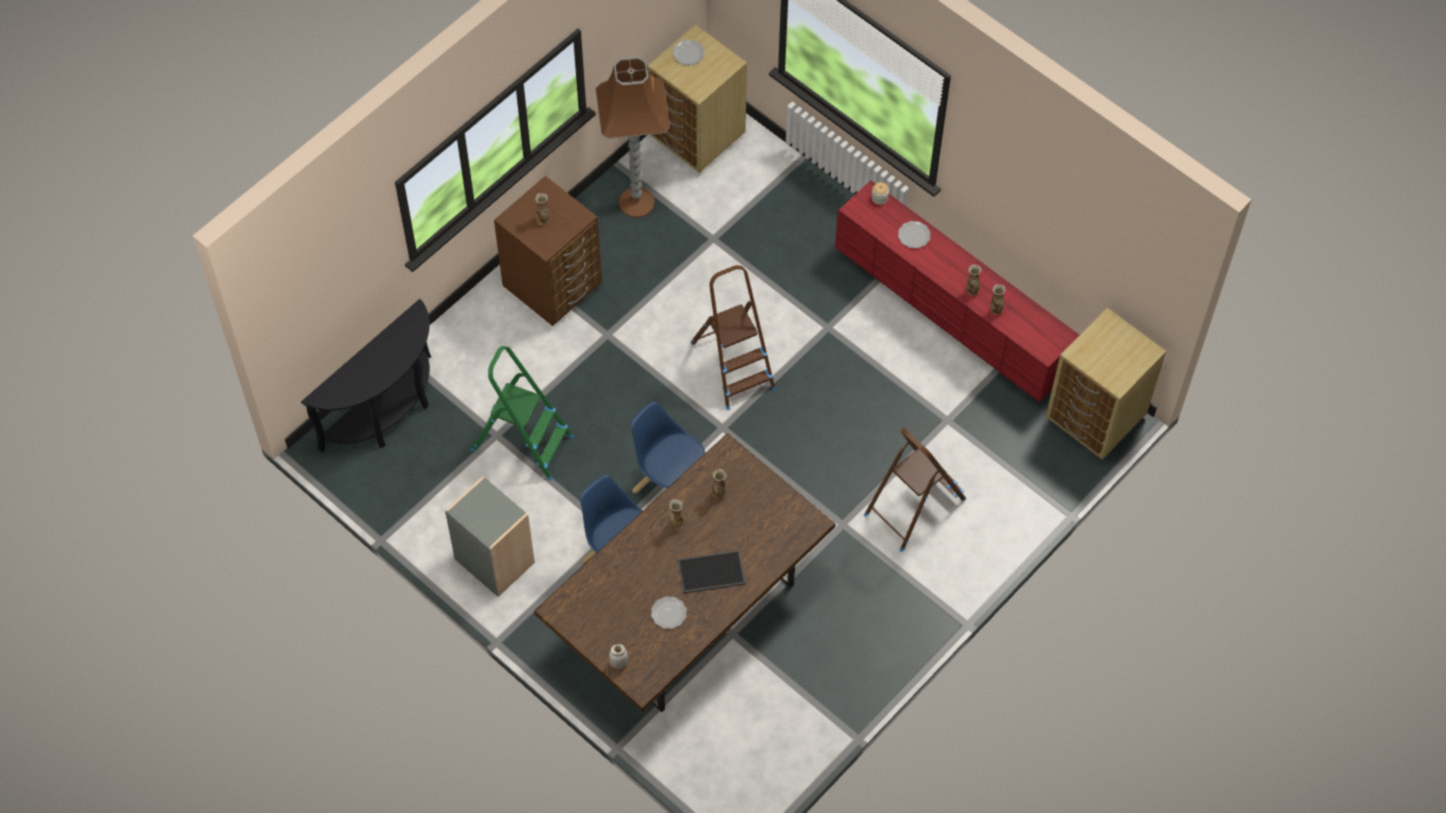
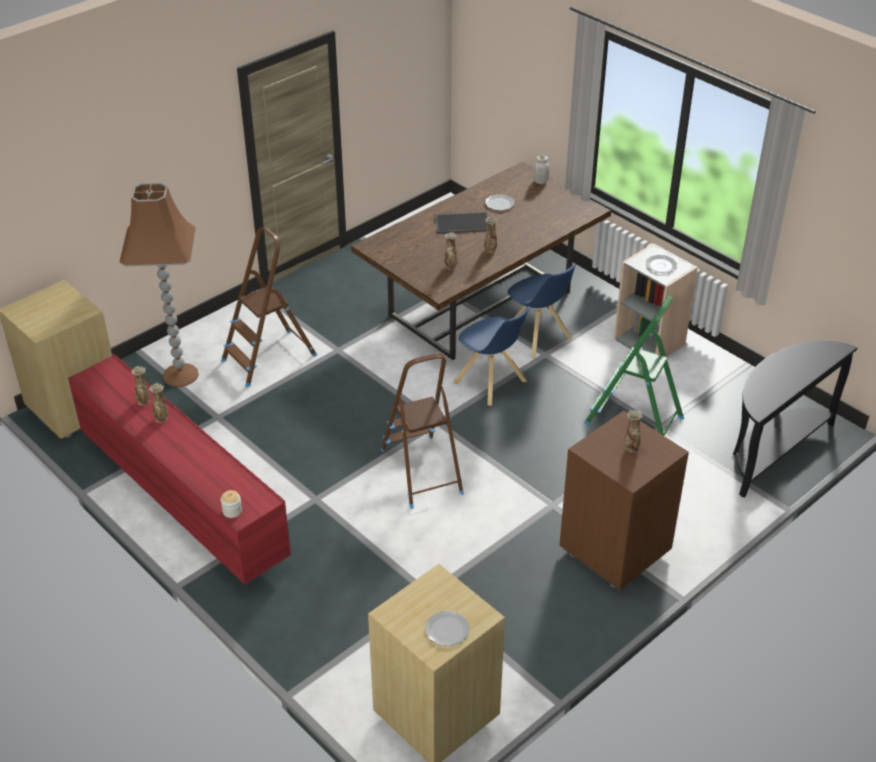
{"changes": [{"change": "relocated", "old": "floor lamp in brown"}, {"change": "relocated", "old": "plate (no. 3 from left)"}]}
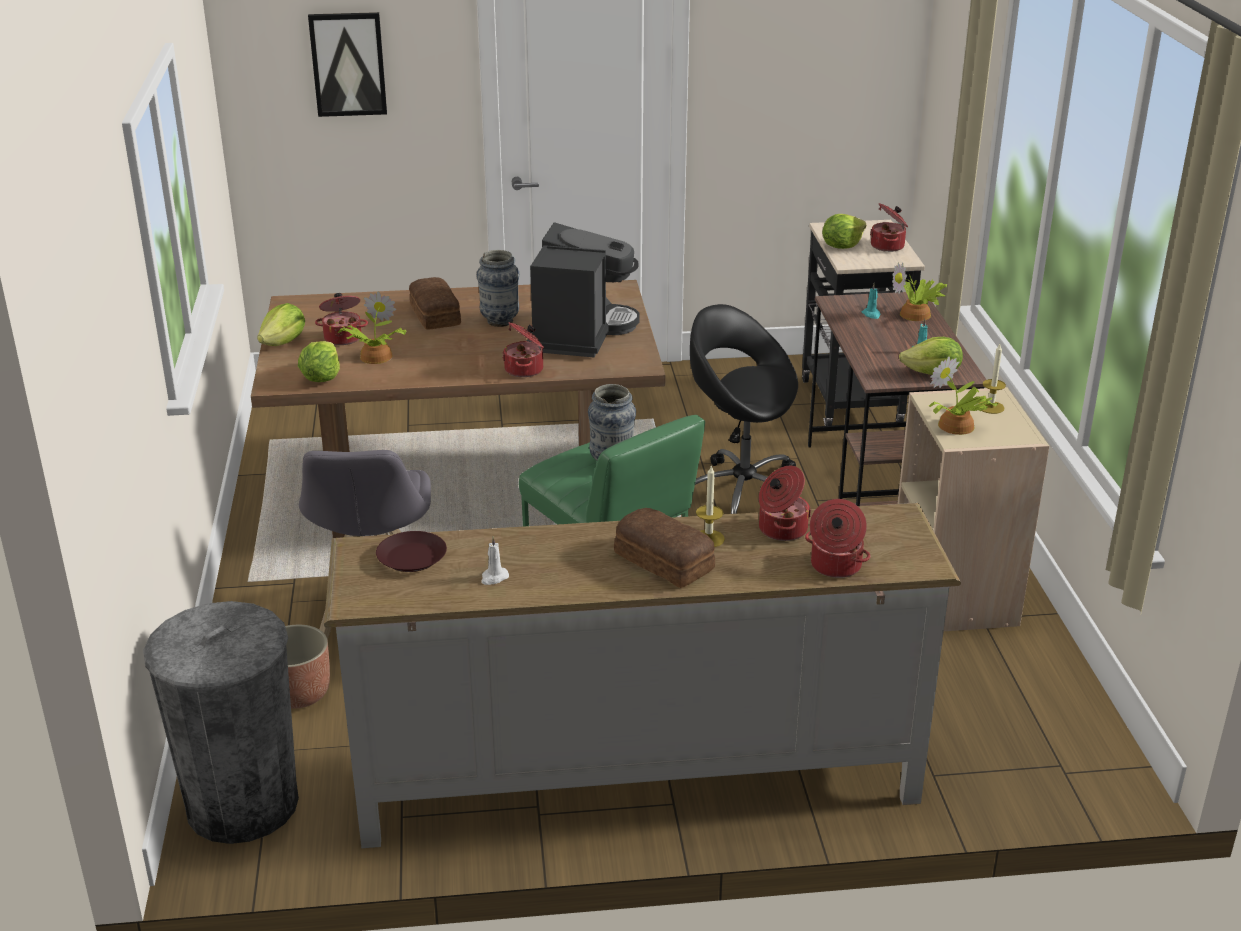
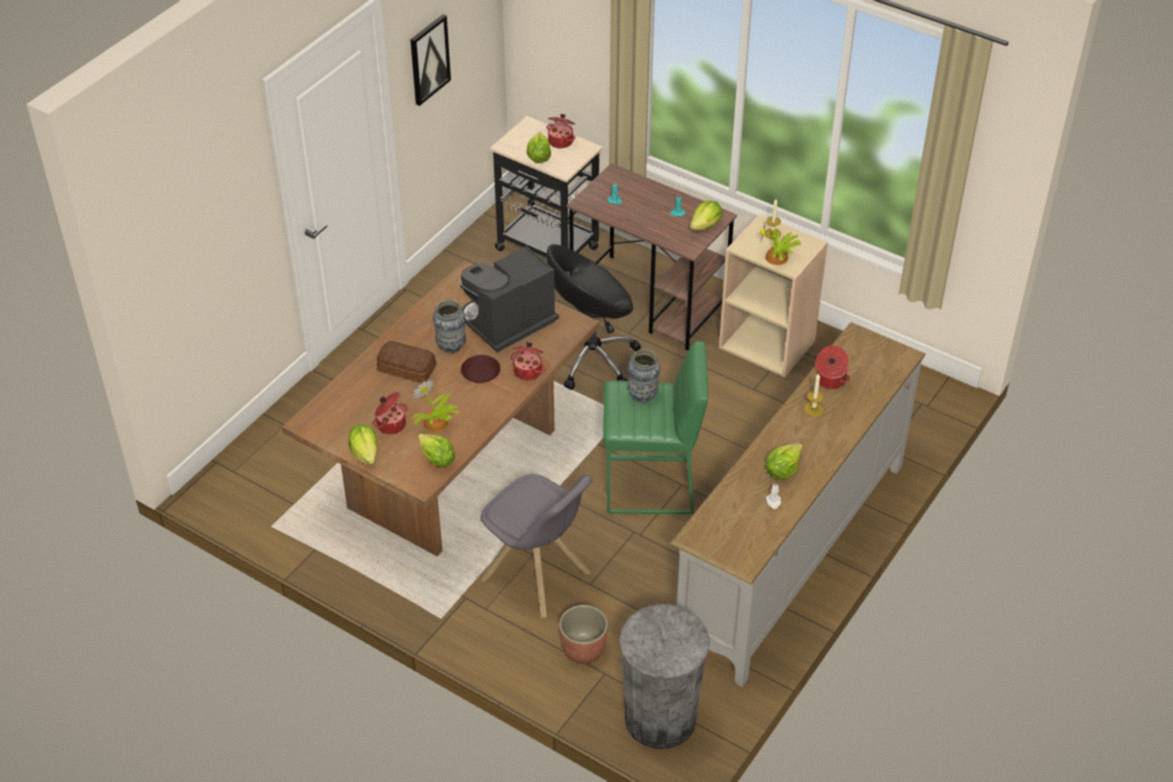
{"changes": [{"change": "relocated", "old": "picture"}, {"change": "spun", "old": "coffee machine", "degrees": -90}, {"change": "relocated", "old": "plate in brown"}, {"change": "appeared", "new": "lettuce (no. 5 from left)"}, {"change": "missing", "old": "bread (no. 2 from left)"}, {"change": "missing", "old": "cooking pot (no. 4 from left)"}, {"change": "missing", "old": "potted plant (no. 2 from left)"}]}
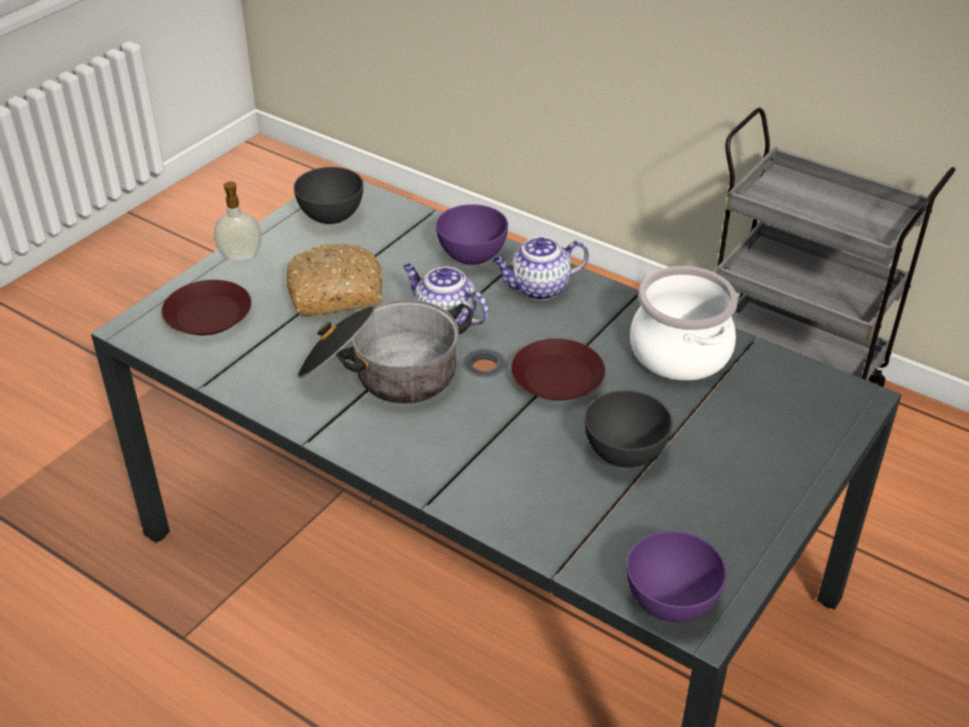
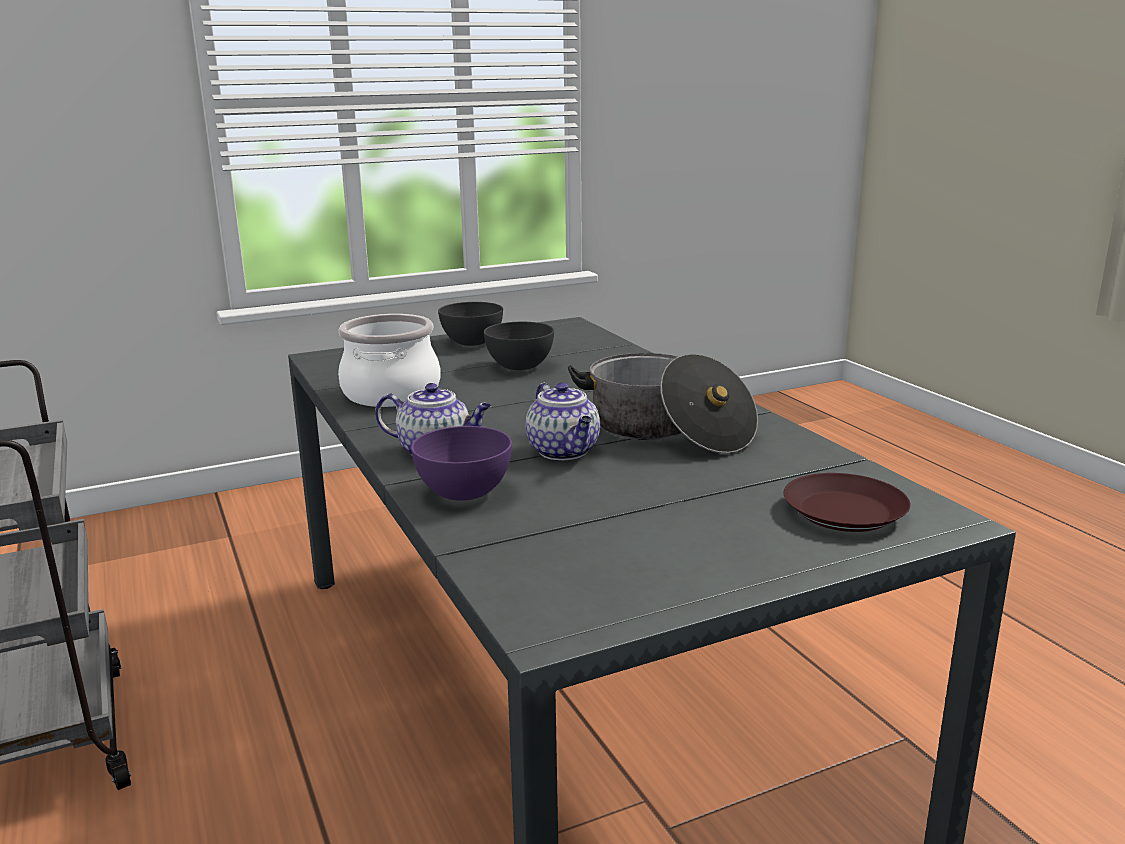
{"changes": [{"change": "relocated", "old": "bowl in grey (no. 1 from left)"}, {"change": "missing", "old": "soap dispenser"}, {"change": "missing", "old": "bread"}, {"change": "missing", "old": "plate in brown (no. 2 from left)"}, {"change": "missing", "old": "bowl in purple (no. 2 from left)"}]}
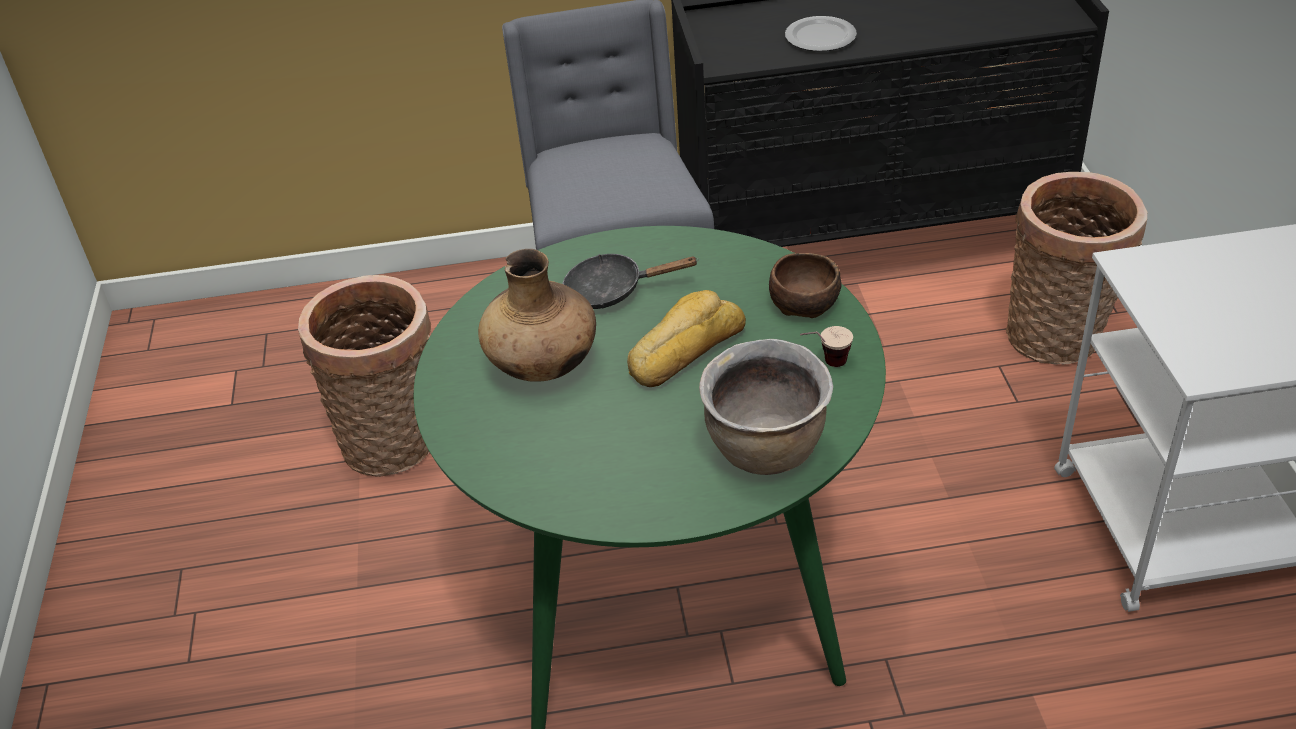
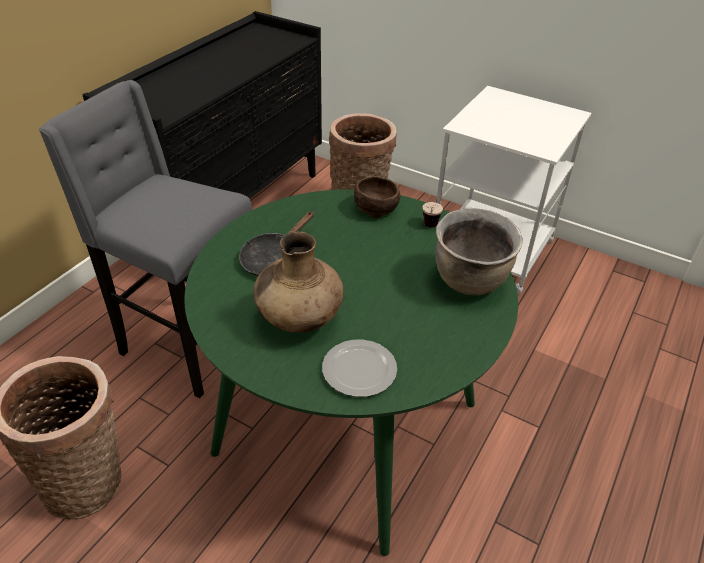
{"changes": [{"change": "relocated", "old": "plate"}, {"change": "missing", "old": "bread"}]}
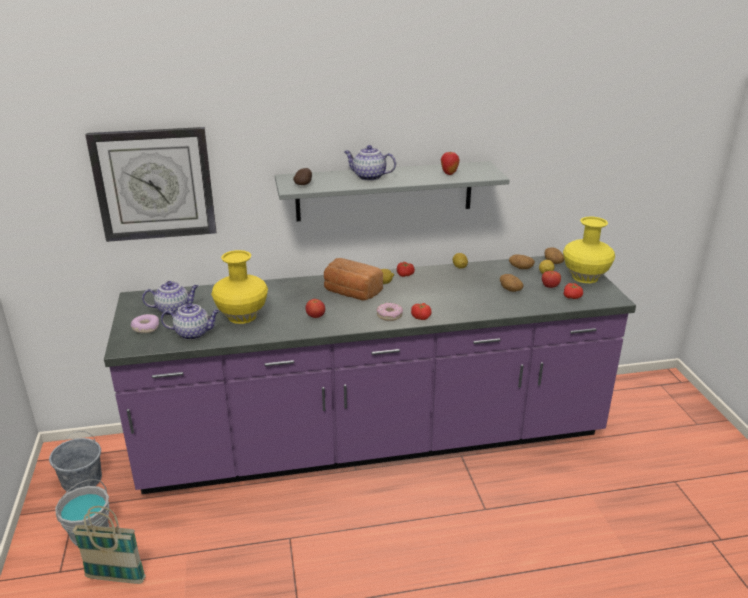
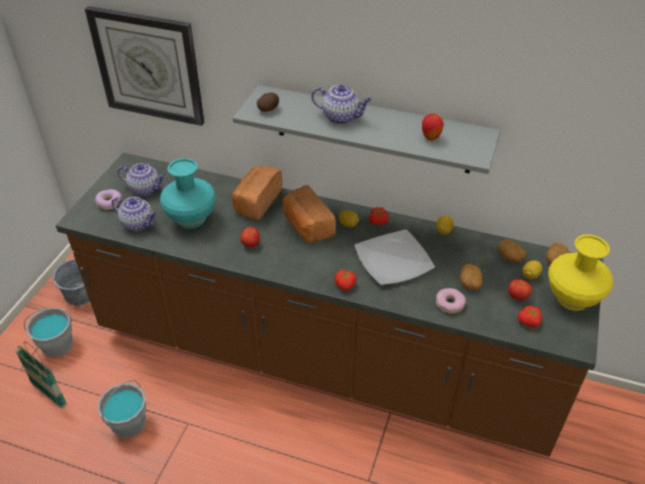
{"changes": [{"change": "colour", "old": "counter in purple", "new": "counter in brown"}, {"change": "appeared", "new": "bucket in grey (no. 3 from left)"}, {"change": "colour", "old": "vase in yellow (no. 1 from left)", "new": "vase in turquoise"}, {"change": "appeared", "new": "bread (no. 1 from left)"}, {"change": "spun", "old": "teapot (no. 3 from left)", "degrees": 150}, {"change": "appeared", "new": "plate"}, {"change": "relocated", "old": "donut (no. 2 from left)"}]}
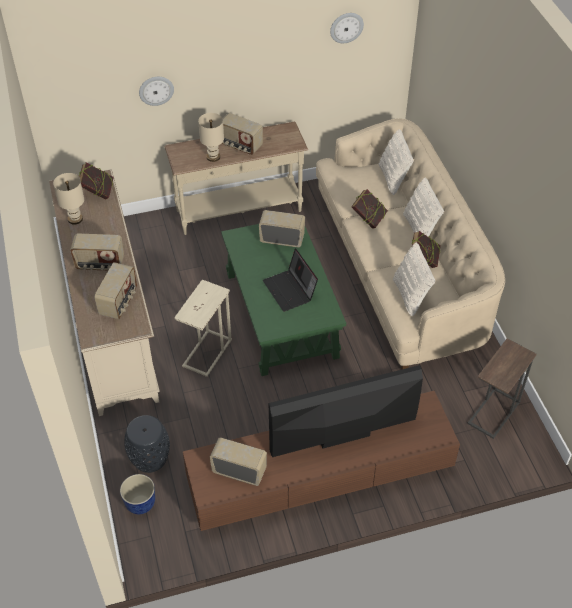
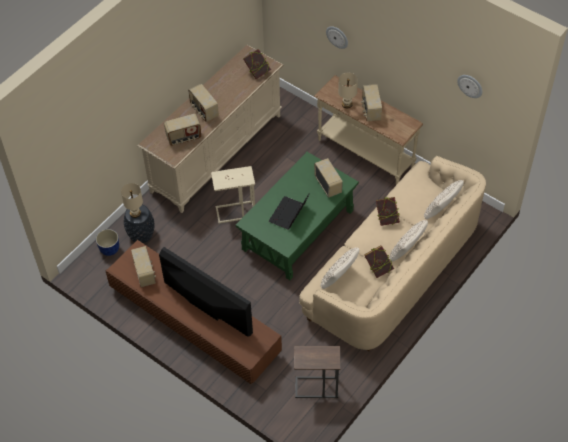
{"changes": [{"change": "relocated", "old": "table lamp in beige (no. 1 from left)"}]}
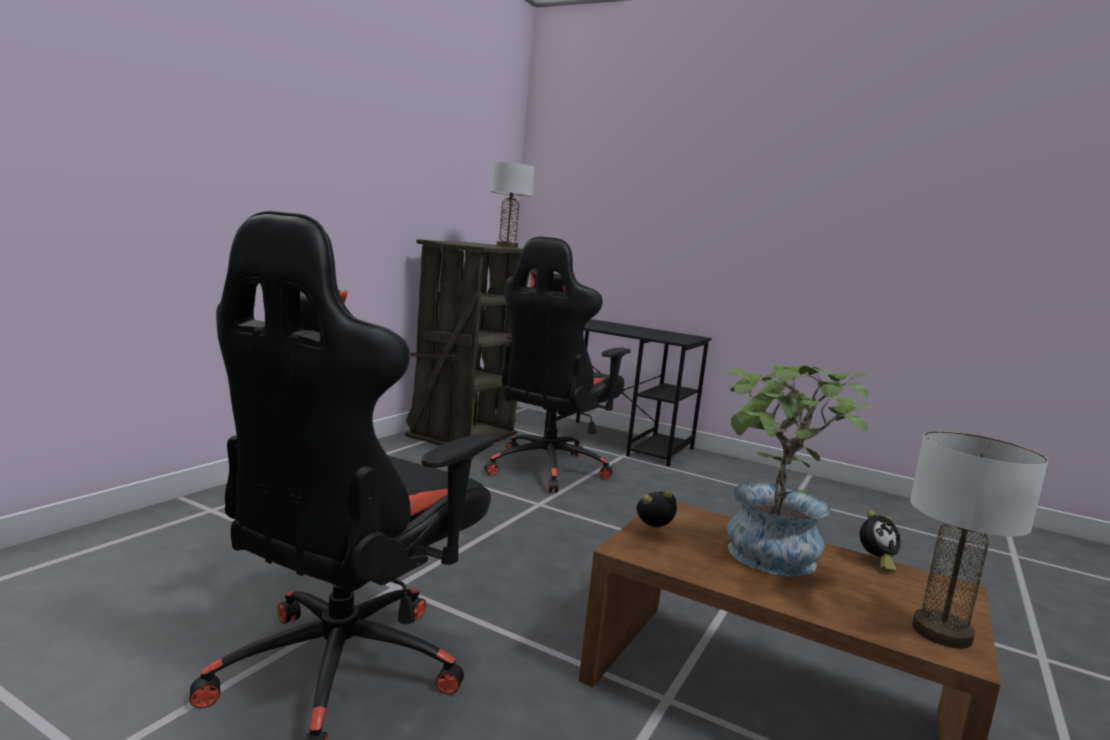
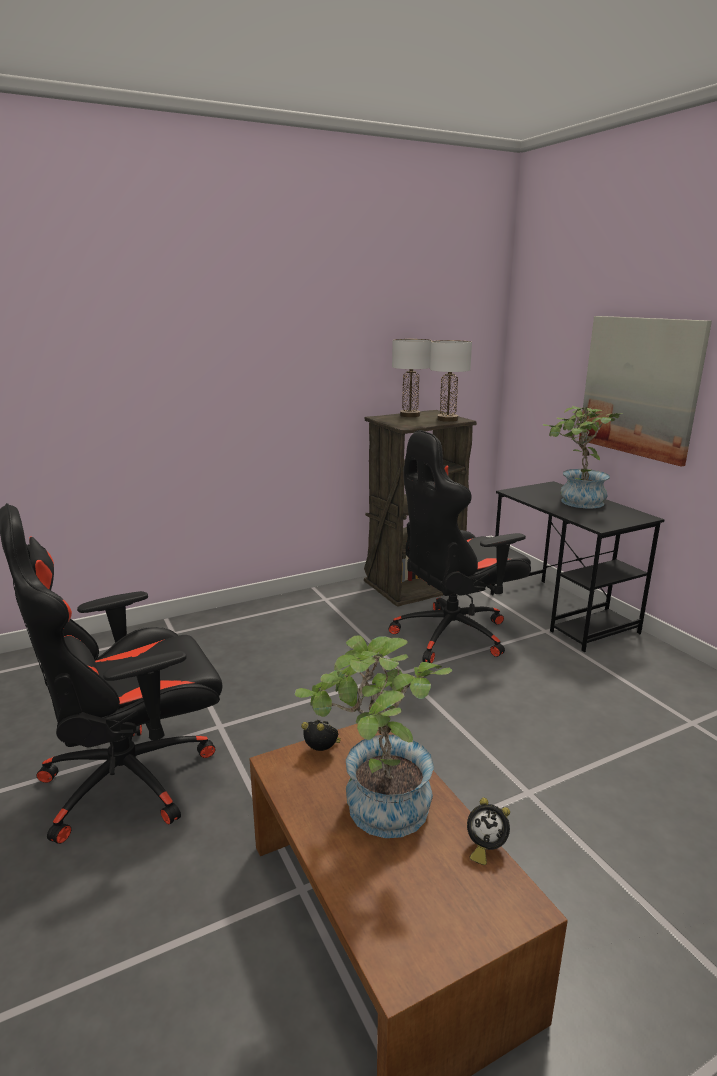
{"changes": [{"change": "relocated", "old": "table lamp (no. 2 from left in the first image)", "new": "table lamp (no. 1 from left)"}, {"change": "appeared", "new": "potted plant (no. 2 from left)"}, {"change": "appeared", "new": "picture"}]}
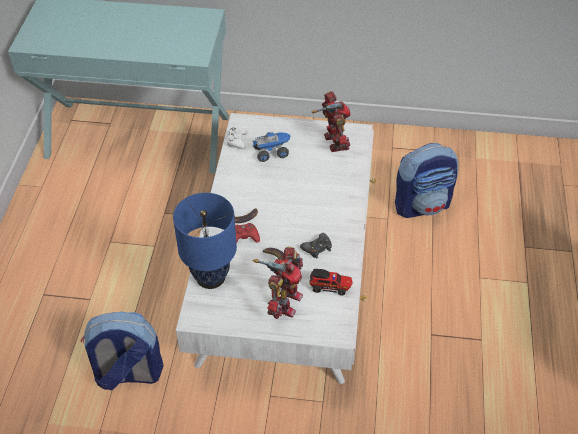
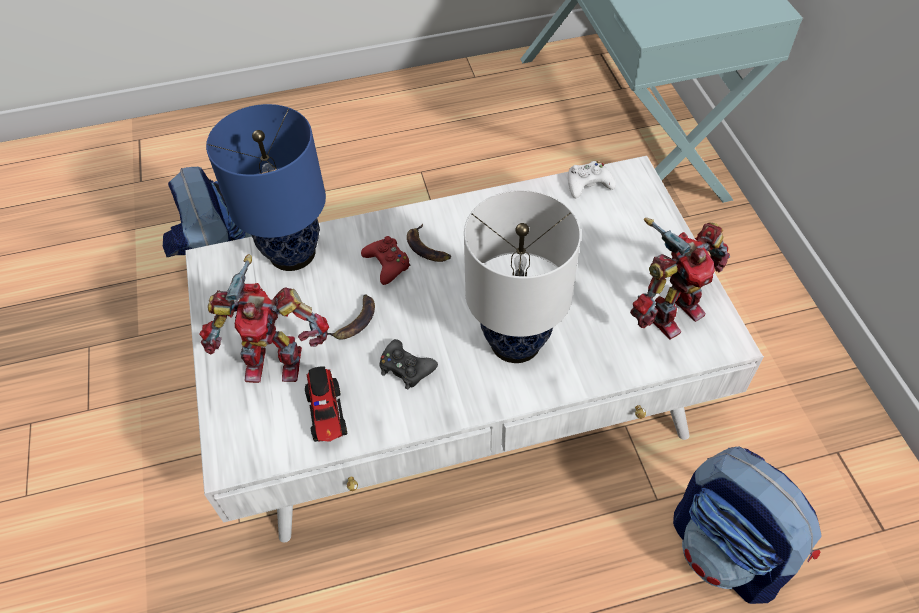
{"changes": [{"change": "appeared", "new": "table lamp in white"}, {"change": "missing", "old": "toy truck (no. 1 from left)"}]}
